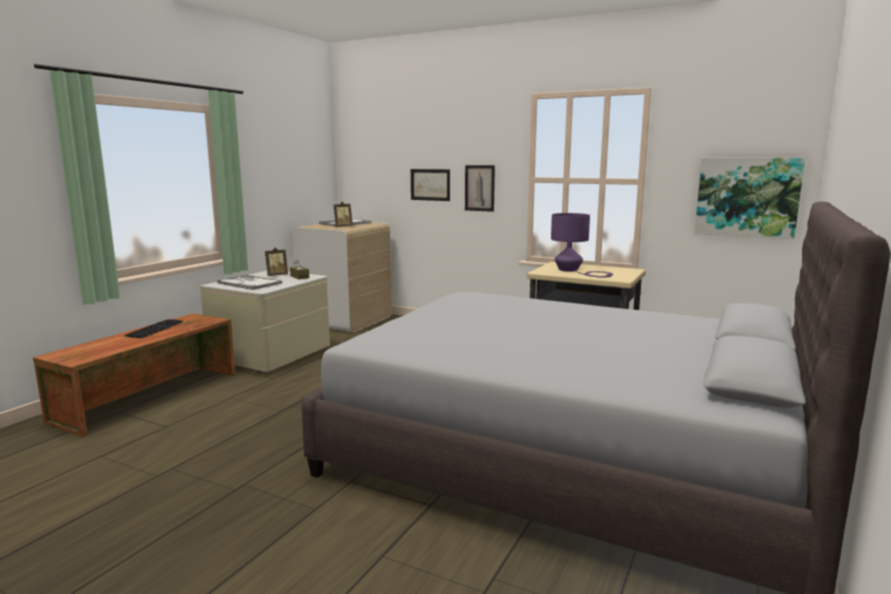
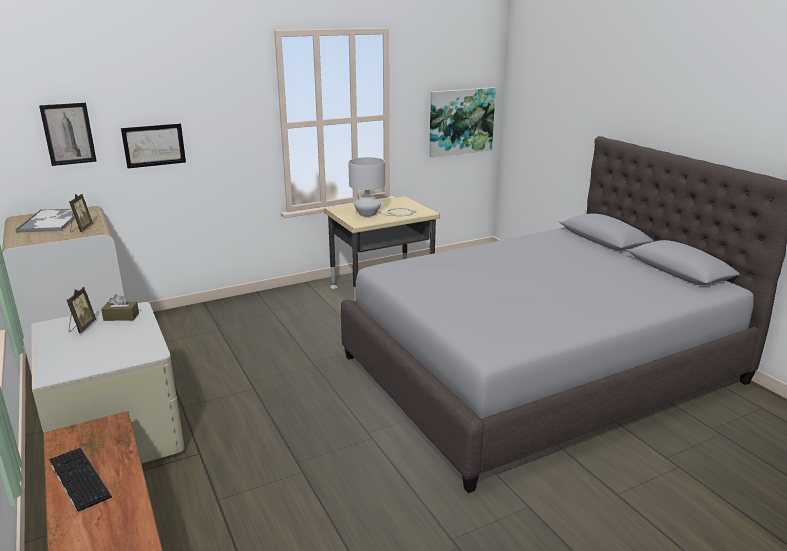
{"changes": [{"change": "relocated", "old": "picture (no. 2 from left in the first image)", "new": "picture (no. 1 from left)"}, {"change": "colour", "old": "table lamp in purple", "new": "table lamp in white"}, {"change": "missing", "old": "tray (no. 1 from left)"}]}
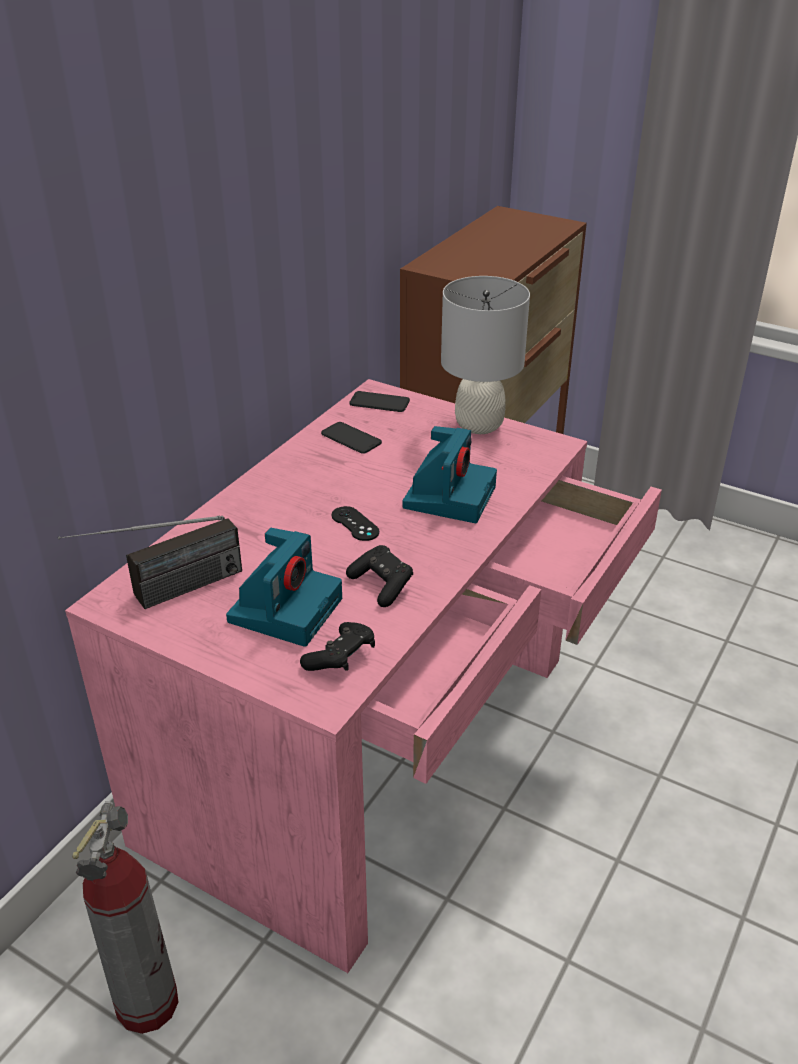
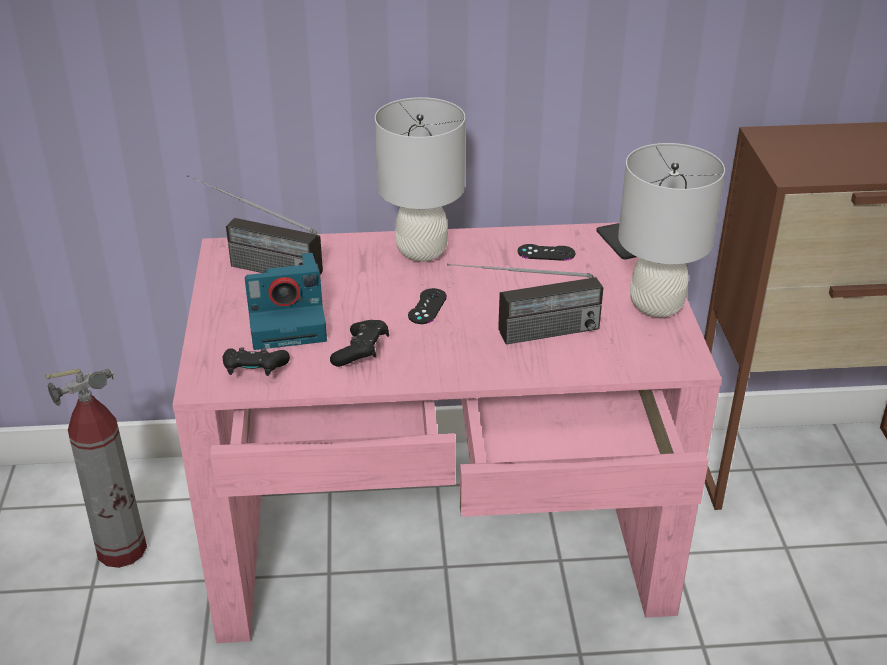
{"changes": [{"change": "appeared", "new": "table lamp in grey (no. 1 from left)"}, {"change": "exchanged", "old": "photo camera (no. 2 from left)", "new": "radio (no. 2 from left)"}, {"change": "exchanged", "old": "phone (no. 1 from left)", "new": "game controller in black (no. 4 from left)"}]}
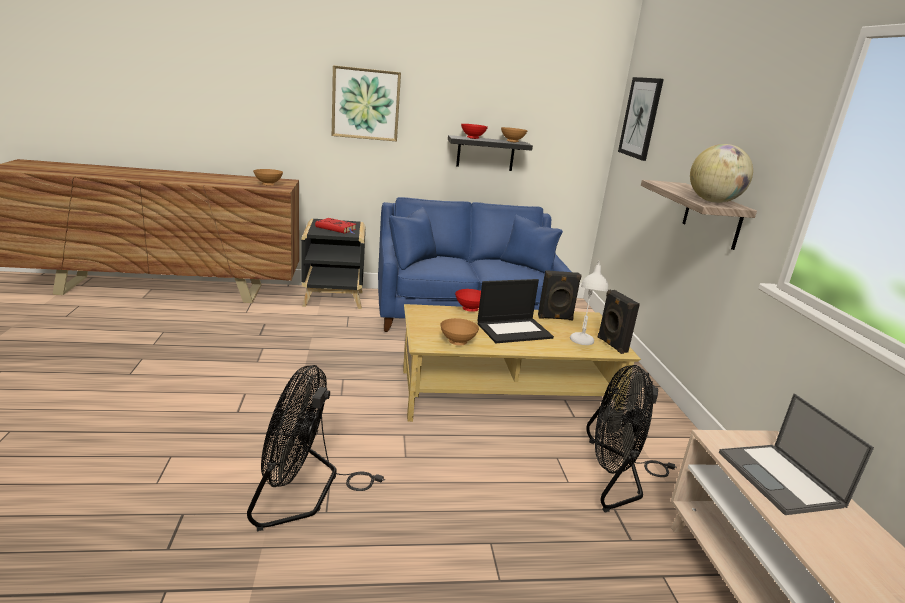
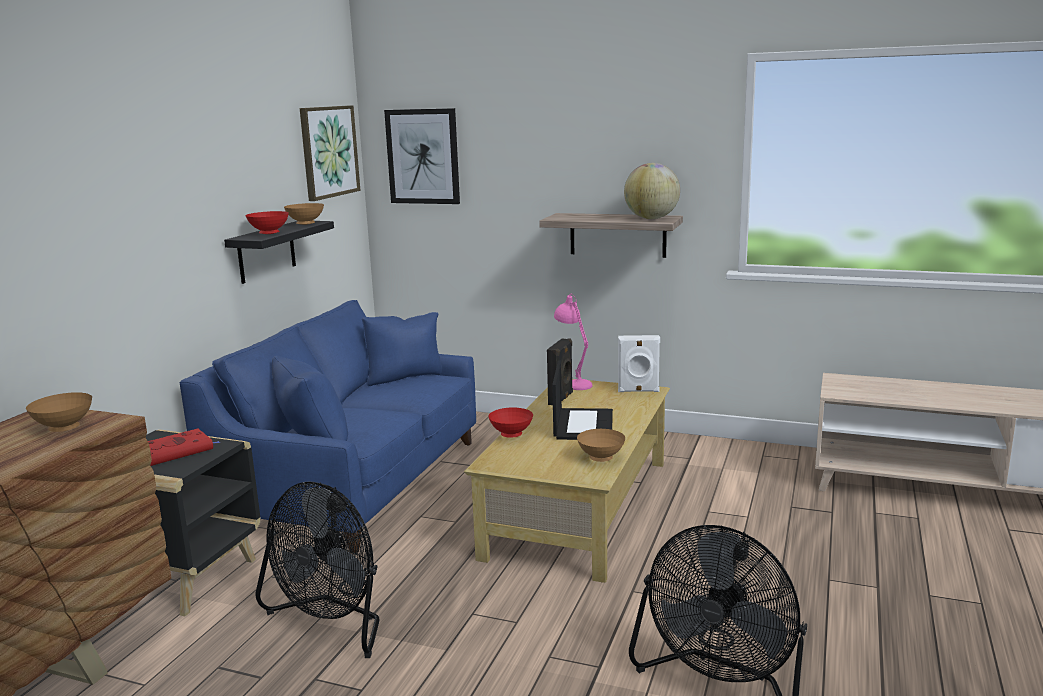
{"changes": [{"change": "relocated", "old": "fan in black (no. 2 from left in the first image)", "new": "fan in black (no. 1 from left)"}, {"change": "relocated", "old": "picture (no. 1 from left)"}, {"change": "appeared", "new": "table lamp in pink"}, {"change": "colour", "old": "speaker in black (no. 2 from left)", "new": "speaker in white"}, {"change": "missing", "old": "table lamp in white"}, {"change": "missing", "old": "laptop (no. 2 from left)"}]}
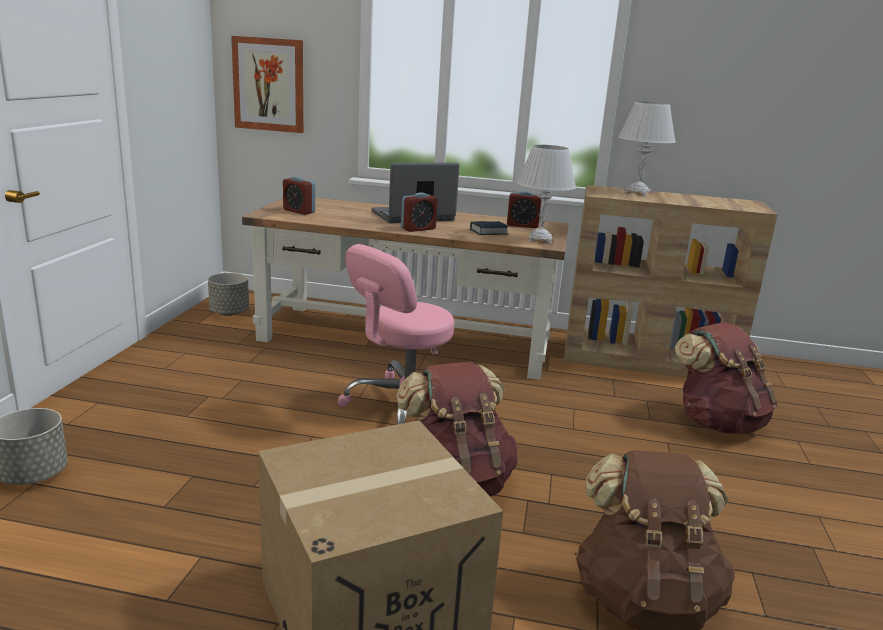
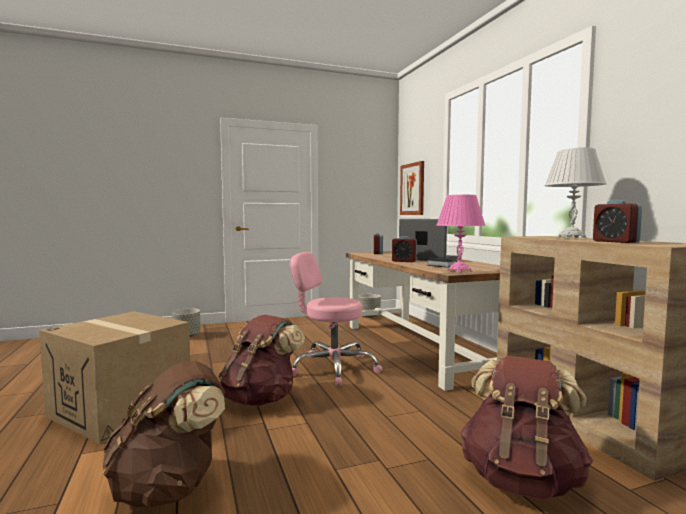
{"changes": [{"change": "colour", "old": "table lamp in white (no. 1 from left)", "new": "table lamp in pink"}, {"change": "relocated", "old": "alarm clock (no. 3 from left)"}]}
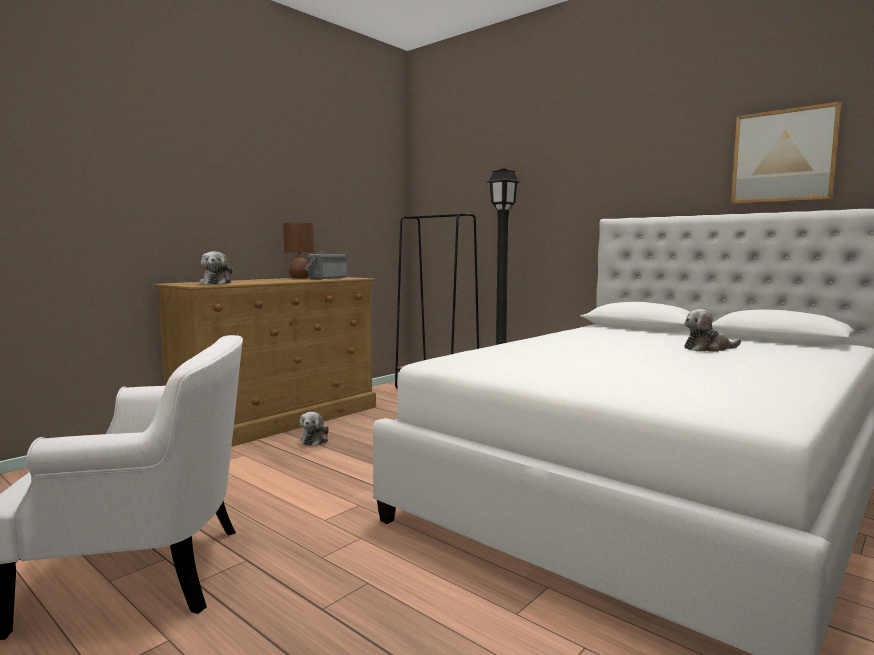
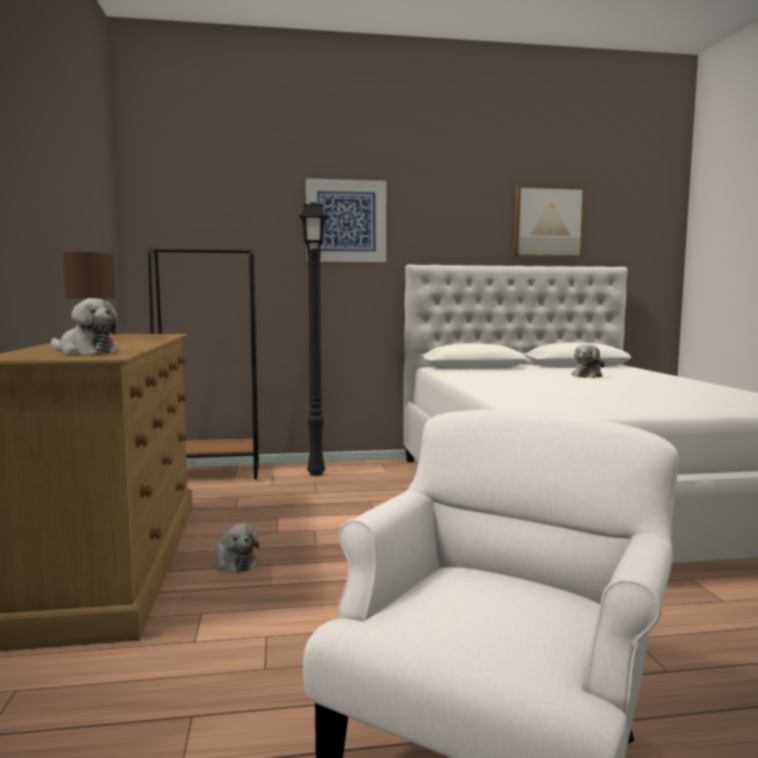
{"changes": [{"change": "appeared", "new": "picture (no. 1 from left)"}, {"change": "missing", "old": "radio"}]}
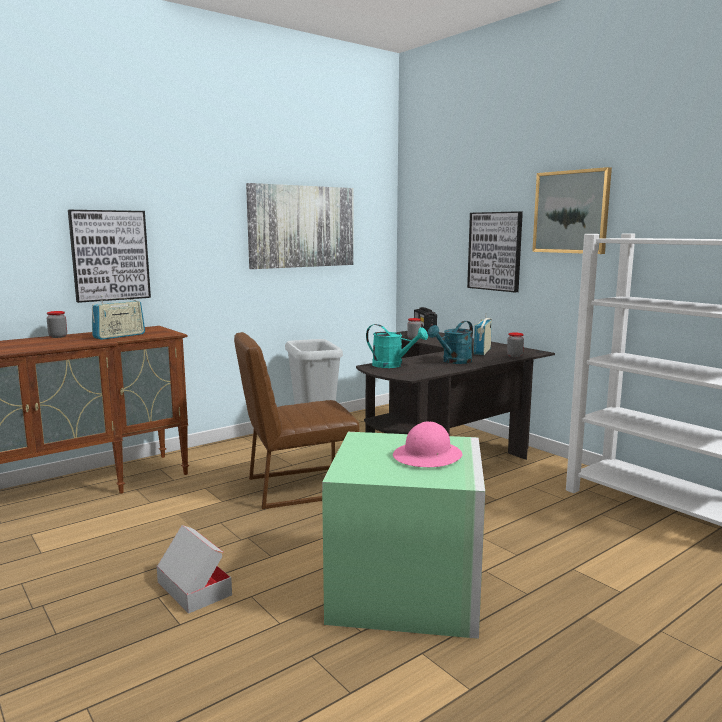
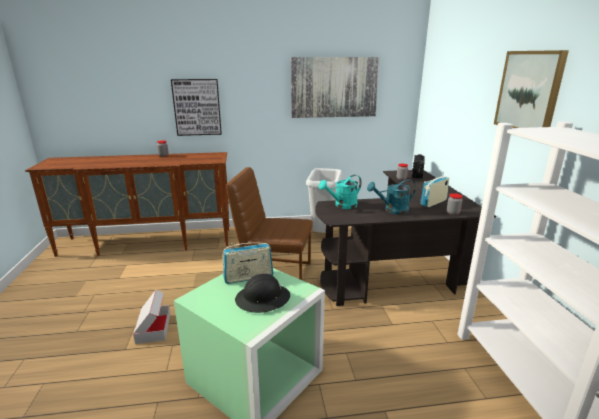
{"changes": [{"change": "relocated", "old": "radio (no. 1 from left)"}, {"change": "colour", "old": "hard hat in pink", "new": "hard hat in black"}, {"change": "spun", "old": "watering can in turquoise (no. 1 from left)", "degrees": 90}, {"change": "missing", "old": "picture (no. 3 from left)"}]}
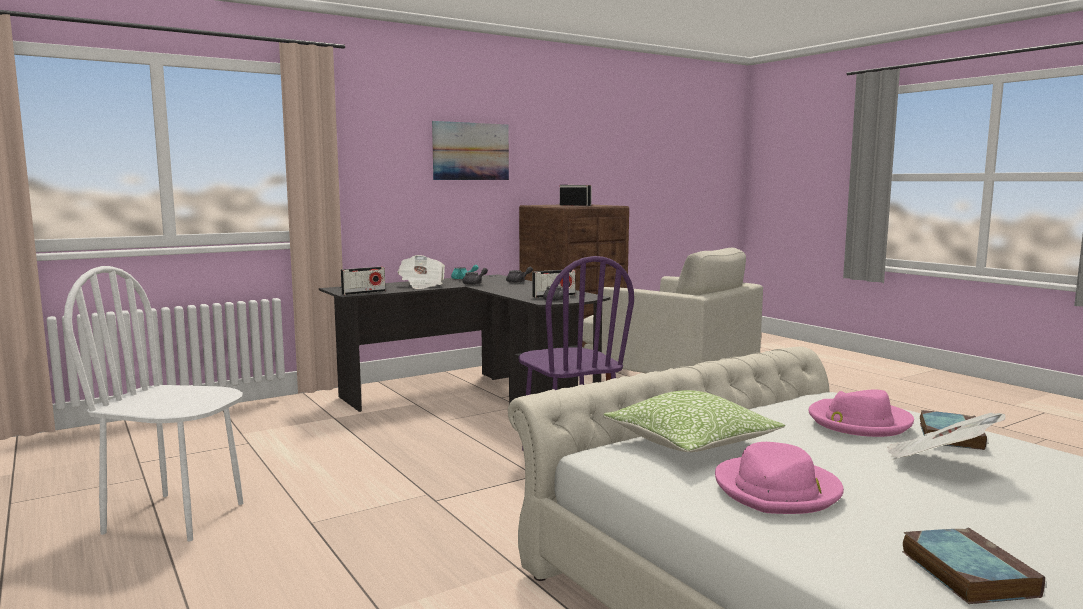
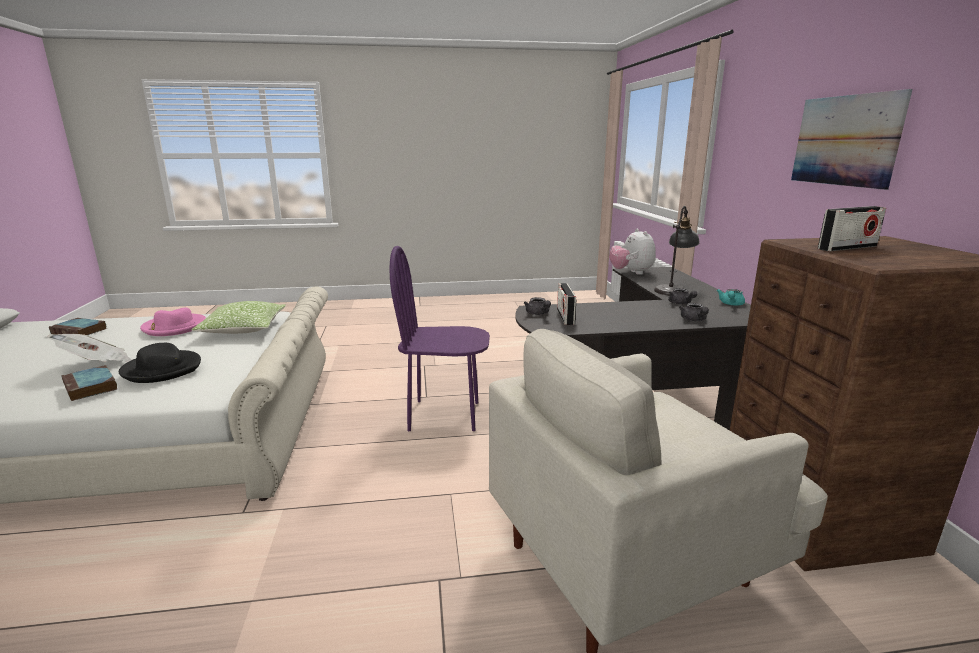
{"changes": [{"change": "colour", "old": "hat in pink (no. 2 from left)", "new": "hat in black"}, {"change": "exchanged", "old": "radio (no. 1 from left)", "new": "plush toy"}, {"change": "exchanged", "old": "newspaper (no. 1 from left)", "new": "table lamp in grey"}, {"change": "missing", "old": "chair in white"}]}
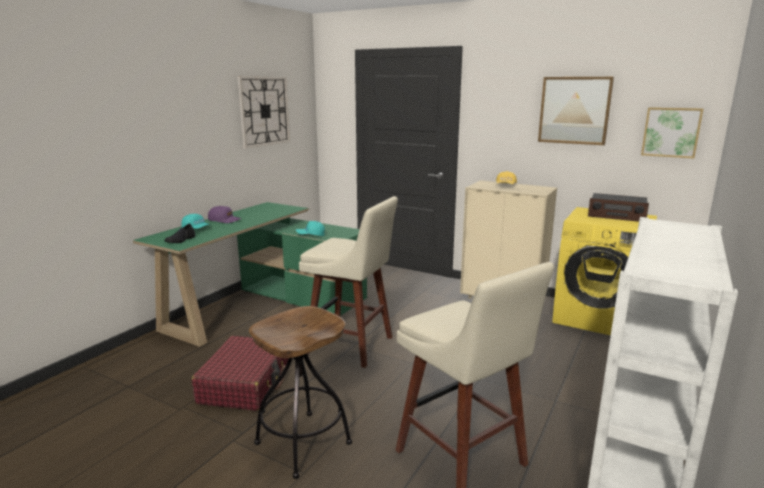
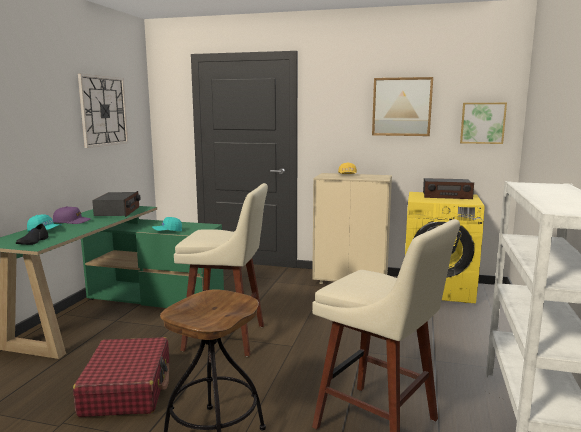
{"changes": [{"change": "appeared", "new": "radio (no. 1 from left)"}]}
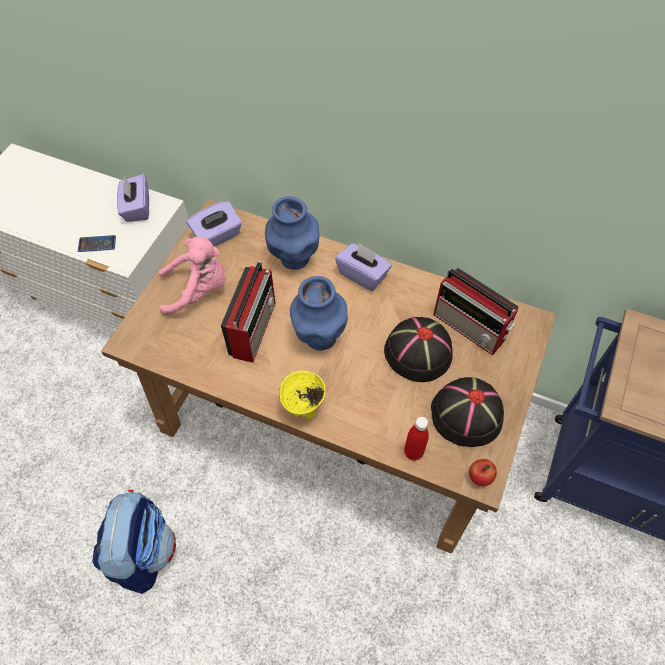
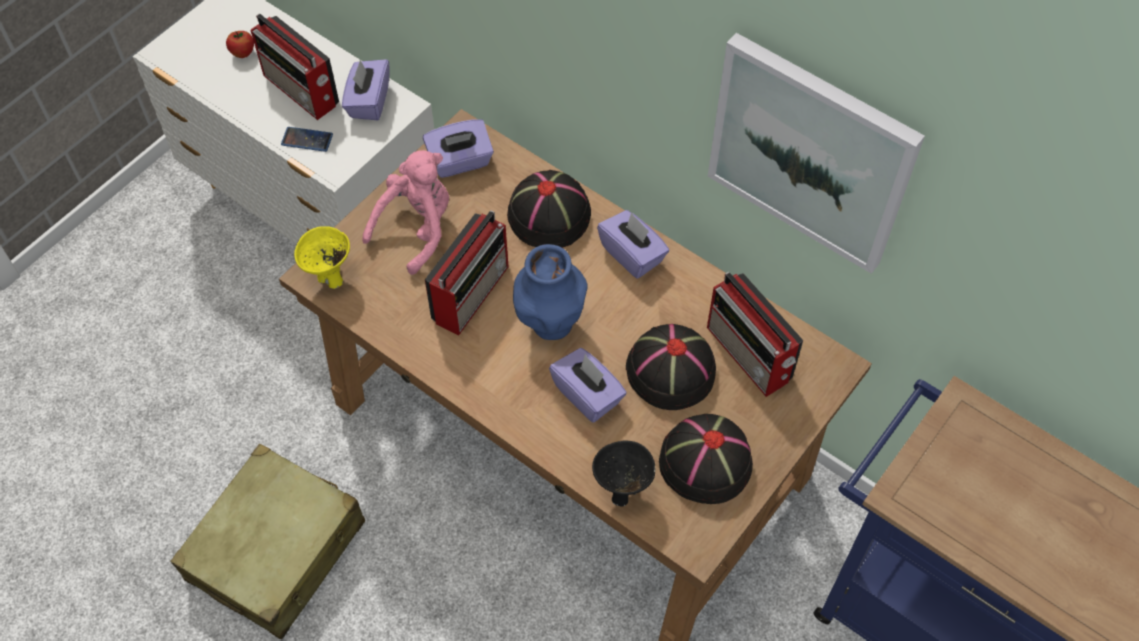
{"changes": [{"change": "exchanged", "old": "backpack", "new": "suitcase in beige"}, {"change": "relocated", "old": "apple"}, {"change": "appeared", "new": "radio (no. 1 from left)"}, {"change": "relocated", "old": "bowl in yellow"}, {"change": "spun", "old": "plush toy in pink", "degrees": -60}, {"change": "exchanged", "old": "vase in blue (no. 1 from left)", "new": "hat in black (no. 1 from left)"}, {"change": "appeared", "new": "tissue box in purple (no. 3 from left)"}, {"change": "exchanged", "old": "bottle in red", "new": "bowl in black"}, {"change": "appeared", "new": "picture"}]}
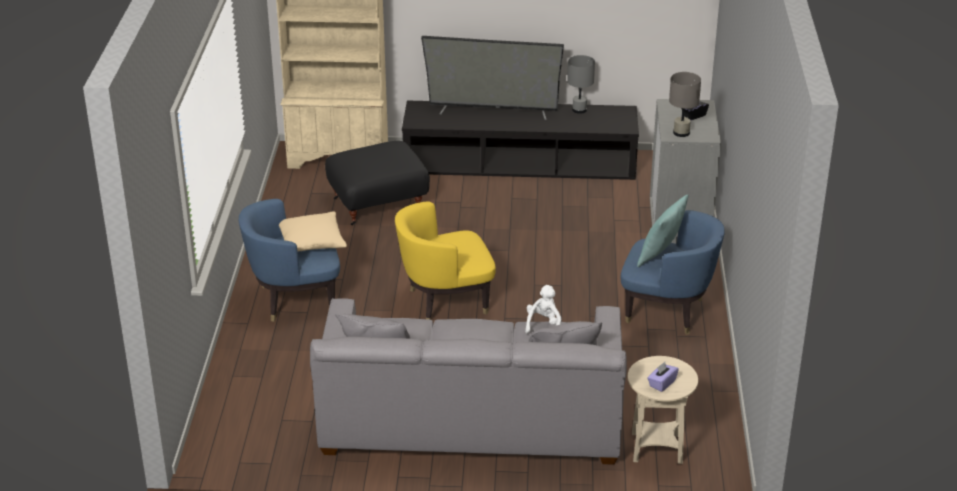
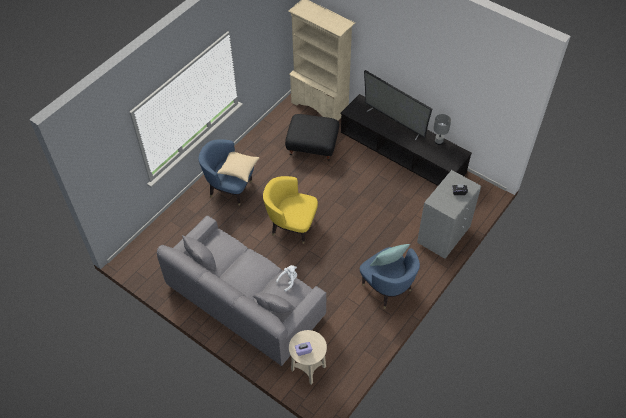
{"changes": [{"change": "missing", "old": "table lamp in grey (no. 2 from left)"}]}
